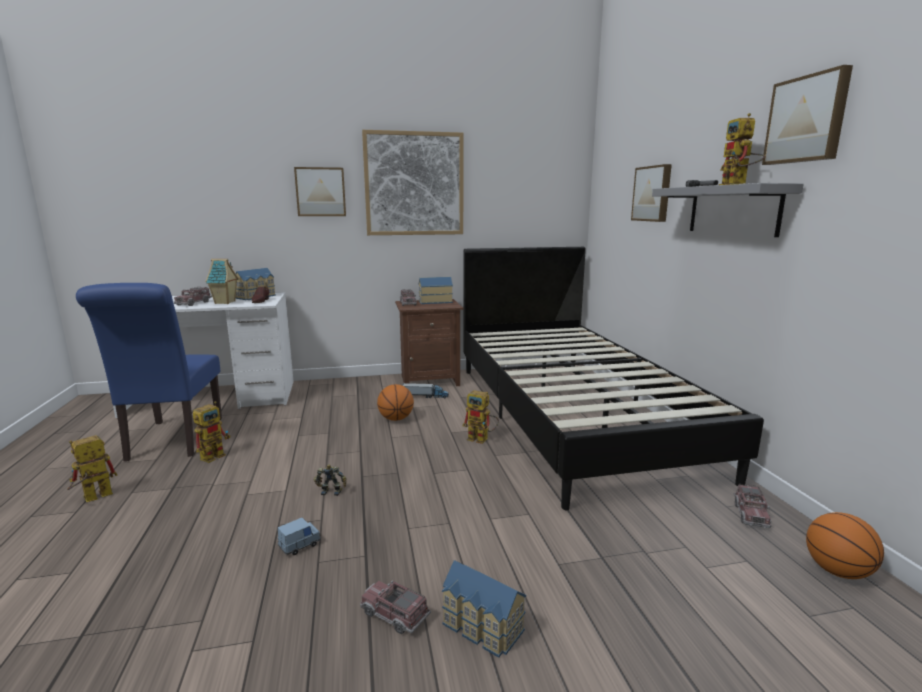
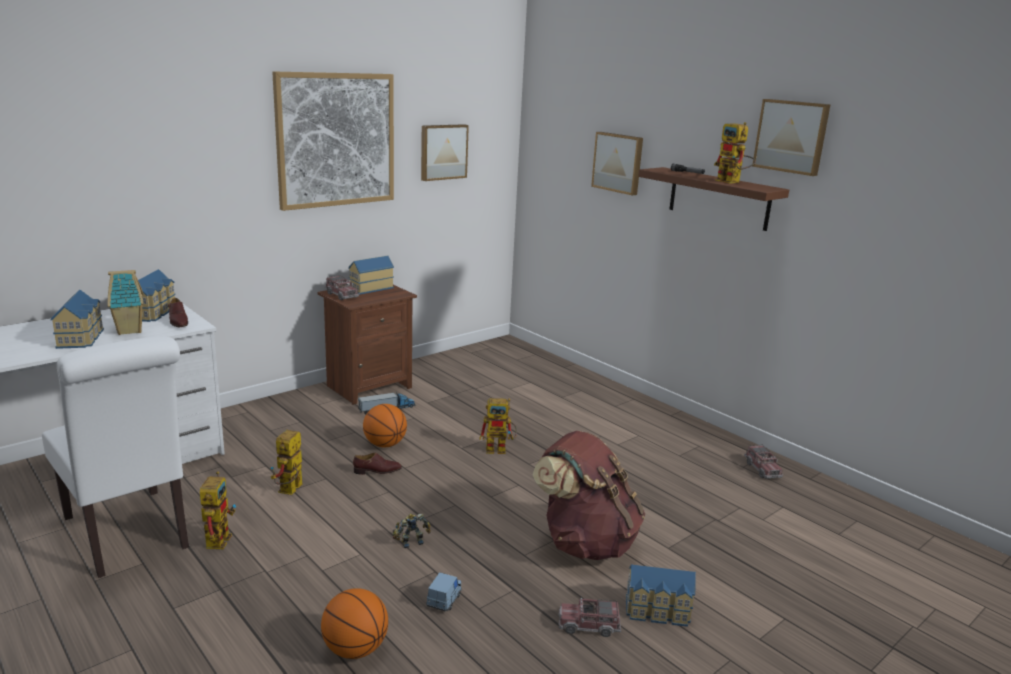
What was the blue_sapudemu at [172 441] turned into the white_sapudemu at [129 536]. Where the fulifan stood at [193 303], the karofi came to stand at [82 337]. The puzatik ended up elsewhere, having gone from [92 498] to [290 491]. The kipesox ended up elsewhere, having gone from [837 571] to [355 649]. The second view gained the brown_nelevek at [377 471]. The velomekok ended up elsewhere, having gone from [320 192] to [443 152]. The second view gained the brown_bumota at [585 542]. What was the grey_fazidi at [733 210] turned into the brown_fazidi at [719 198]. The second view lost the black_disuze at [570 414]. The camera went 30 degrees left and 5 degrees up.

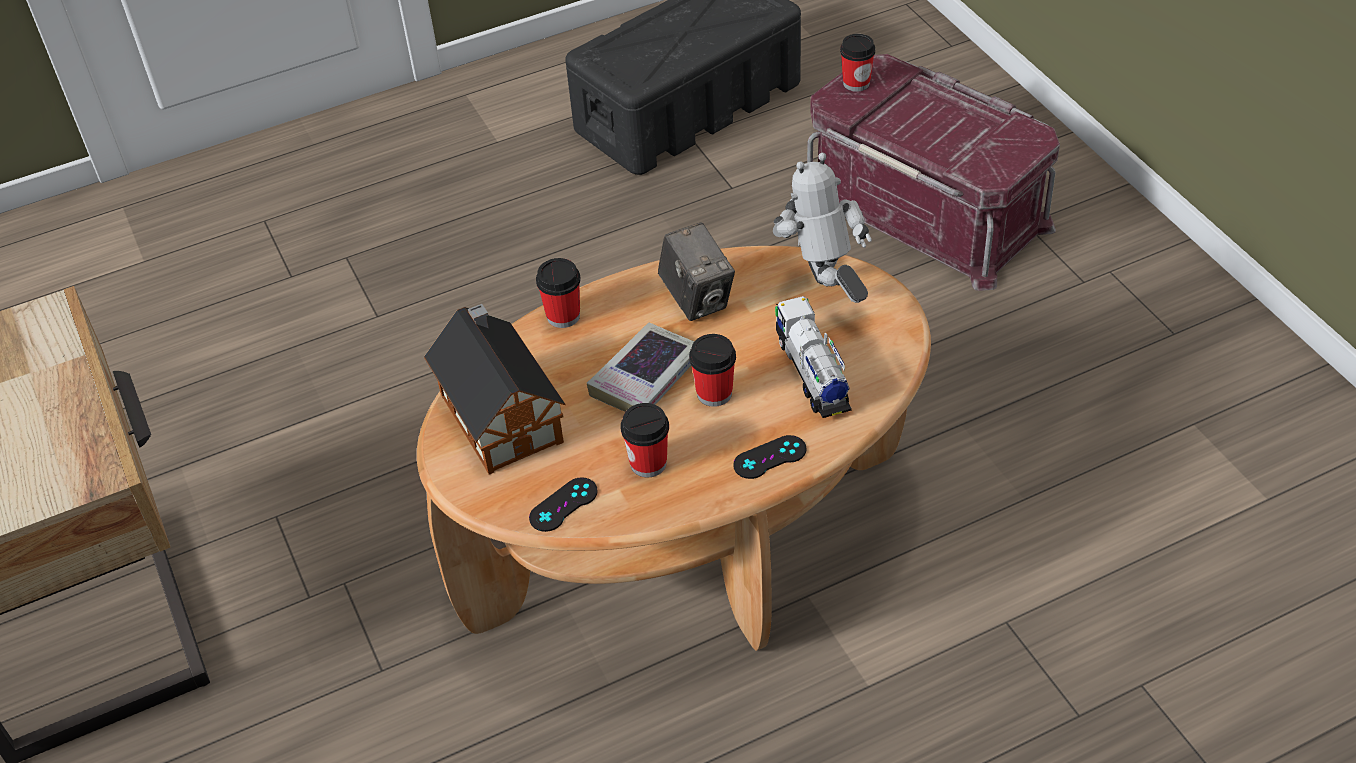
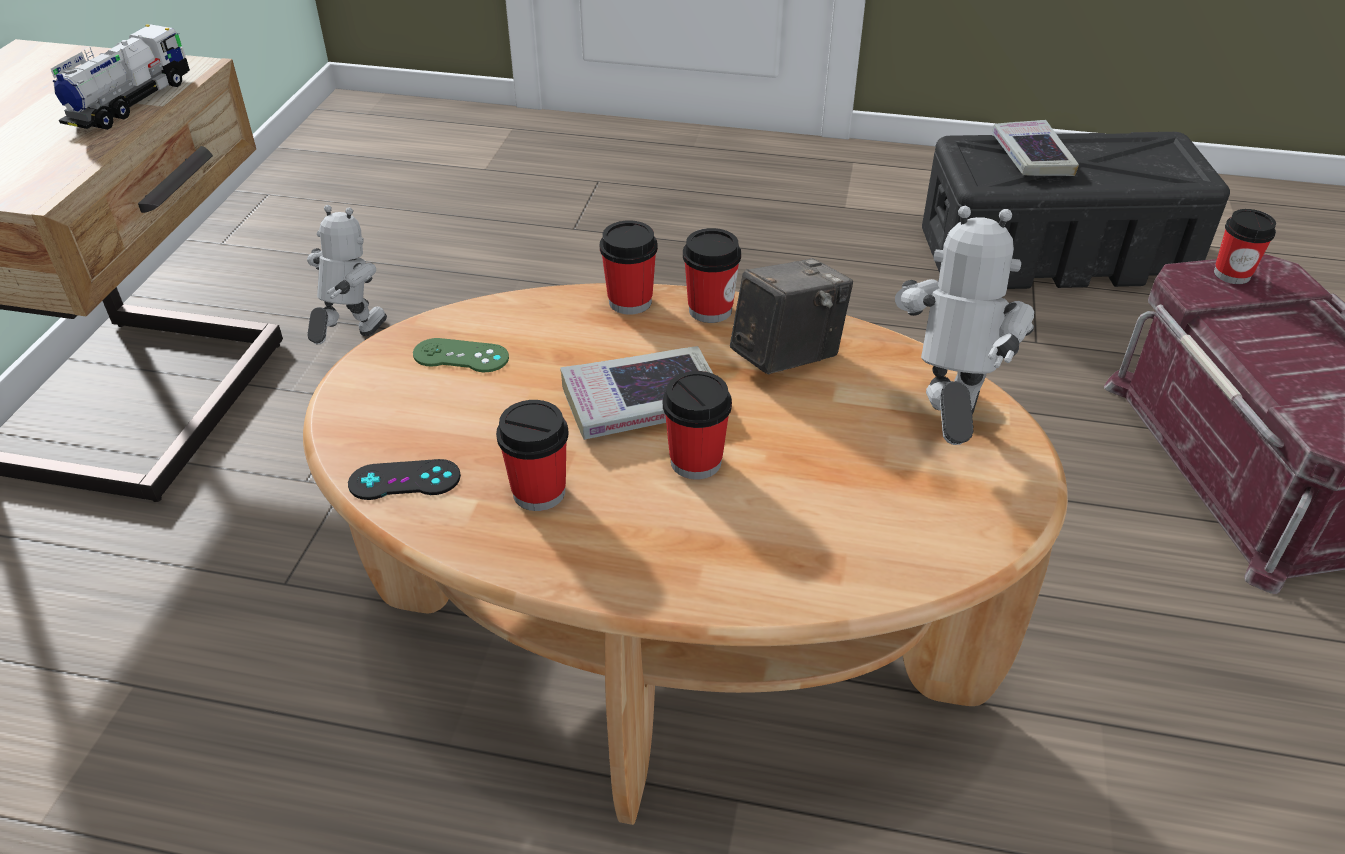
The fulifan ended up elsewhere, having gone from [812 373] to [130 103]. The second view gained the puzatik at [352 340]. Where the karofi stood at [500 413], the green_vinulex came to stand at [461 356]. The second view gained the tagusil at [710 310]. The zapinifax at [697 298] ended up facing another way, 135 degrees counterclockwise from before. The second view gained the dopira at [1031 156]. The second view lost the black_vinulex at [770 457]. The camera went 35 degrees right and 5 degrees down.

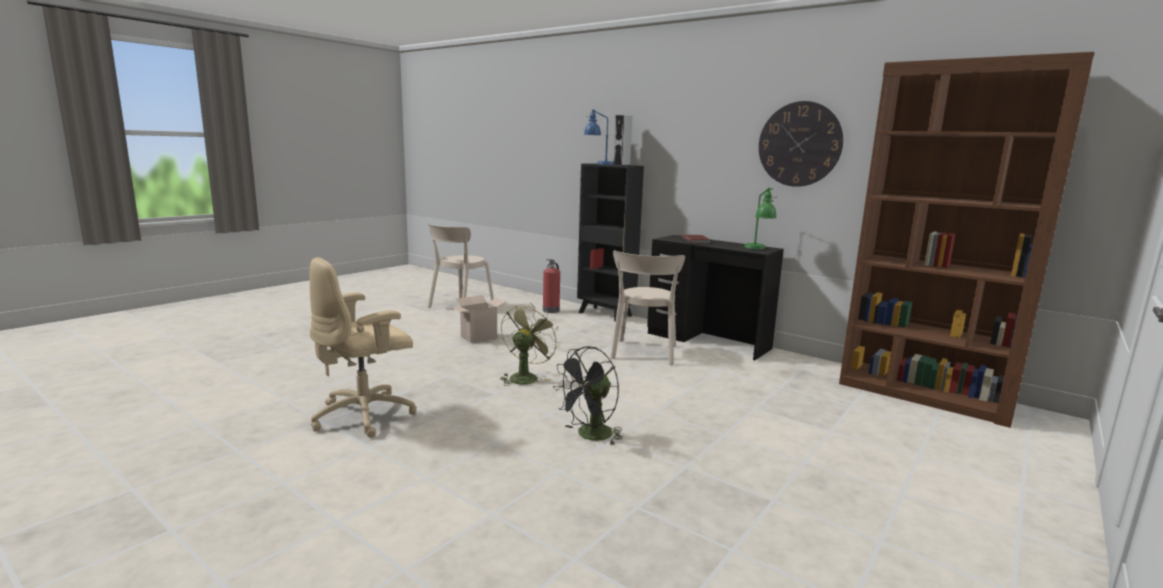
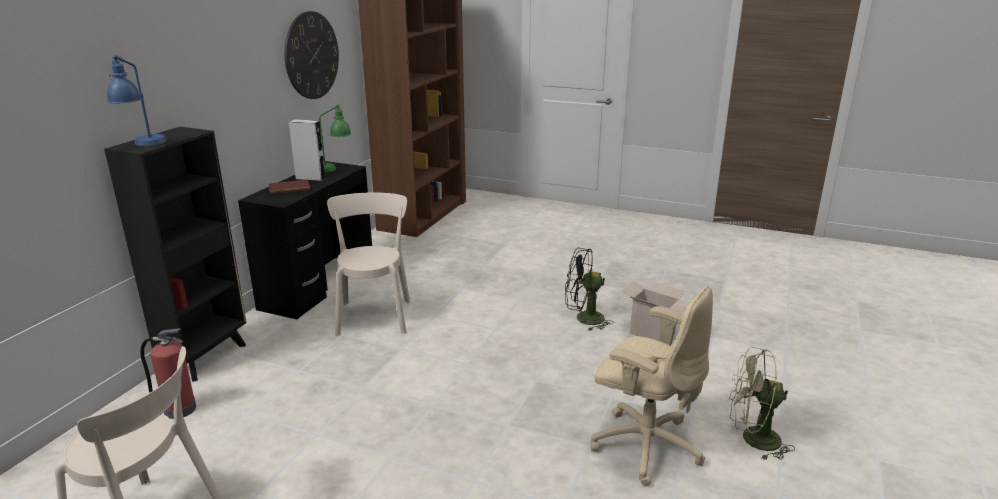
The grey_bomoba ended up elsewhere, having gone from [621 165] to [310 178]. The beige_sapudemu at [644 353] ended up facing another way, 90 degrees counterclockwise from before. The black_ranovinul at [590 436] ended up facing another way, 150 degrees clockwise from before. The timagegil ended up elsewhere, having gone from [478 337] to [654 333]. The green_ranovinul ended up elsewhere, having gone from [525 377] to [752 439]. The camera went 105 degrees left and 10 degrees up.

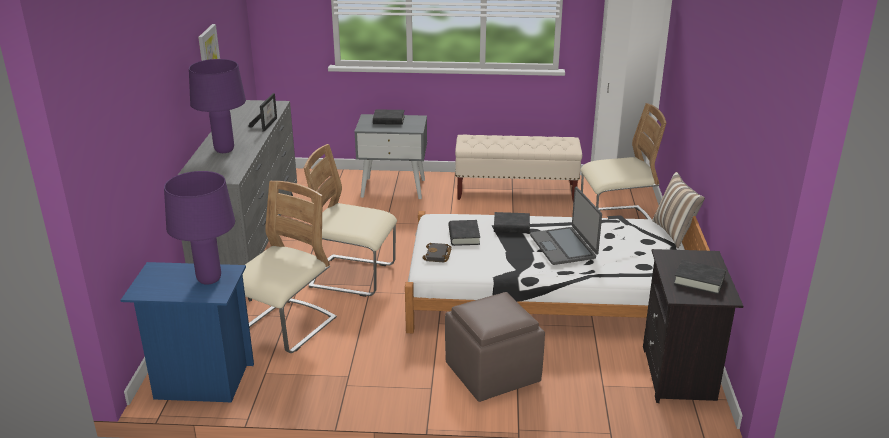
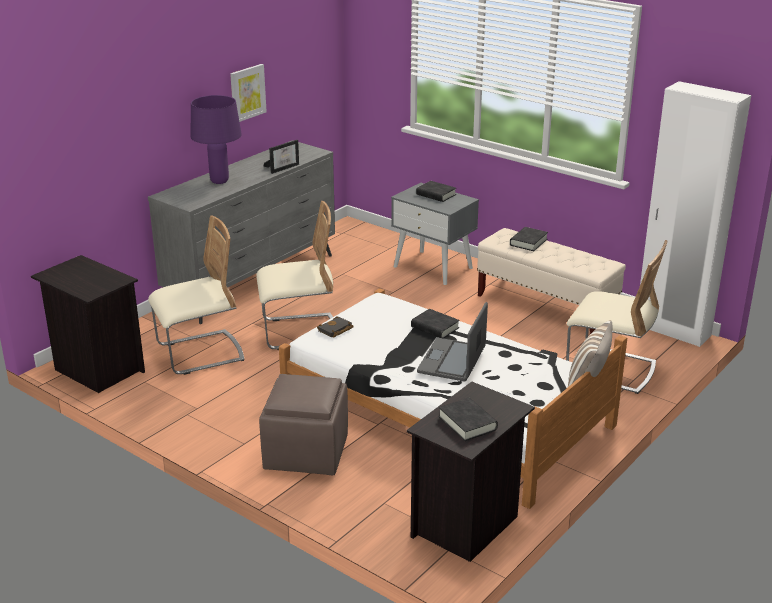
What was the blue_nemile at [200 381] turned into the black_nemile at [96 370]. The beige_sapudemu at [353 276] ended up facing another way, 120 degrees clockwise from before. The black_dopira ended up elsewhere, having gone from [464 236] to [528 242]. The second view lost the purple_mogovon at [209 279]. The camera went 35 degrees right and 0 degrees up.

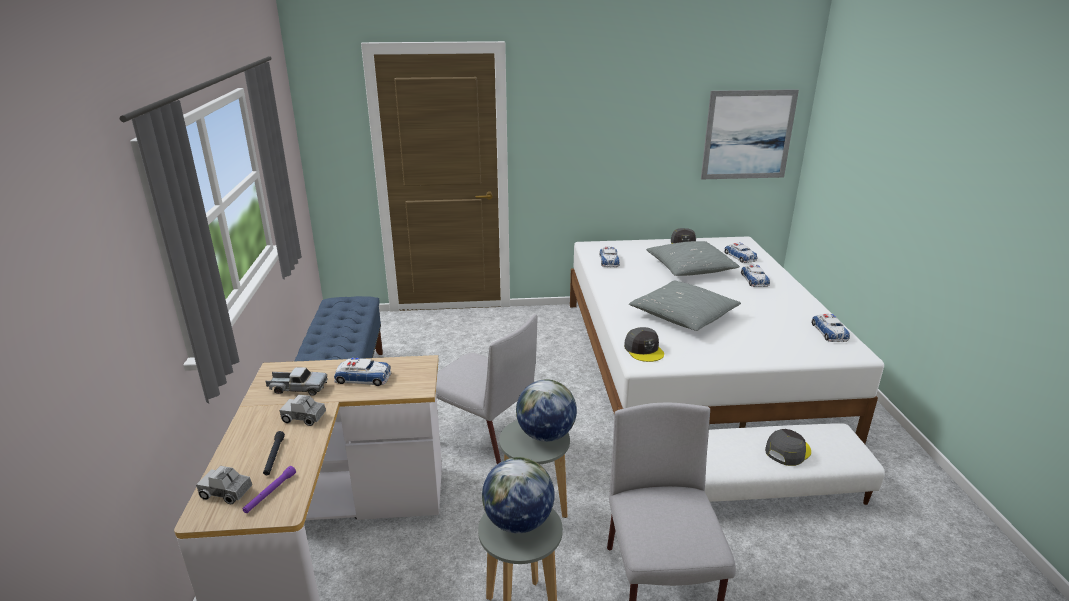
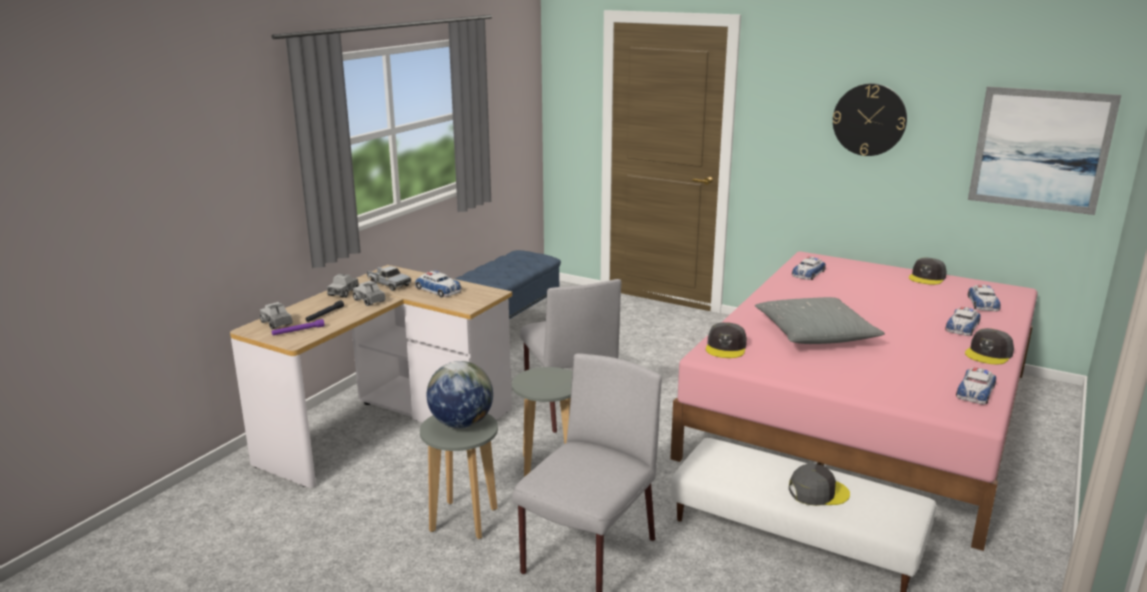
The second view gained the fulifan at [343 292]. What was the white_disuze at [692 363] turned into the pink_disuze at [863 413]. The second view gained the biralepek at [869 119]. The second view gained the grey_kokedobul at [989 354]. The second view lost the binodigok at [545 435]. The second view lost the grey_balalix at [690 268]. The camera went 35 degrees right and 5 degrees down.

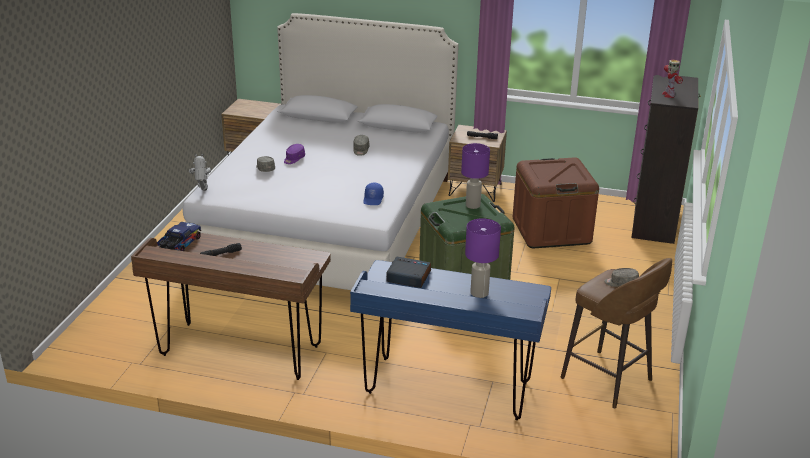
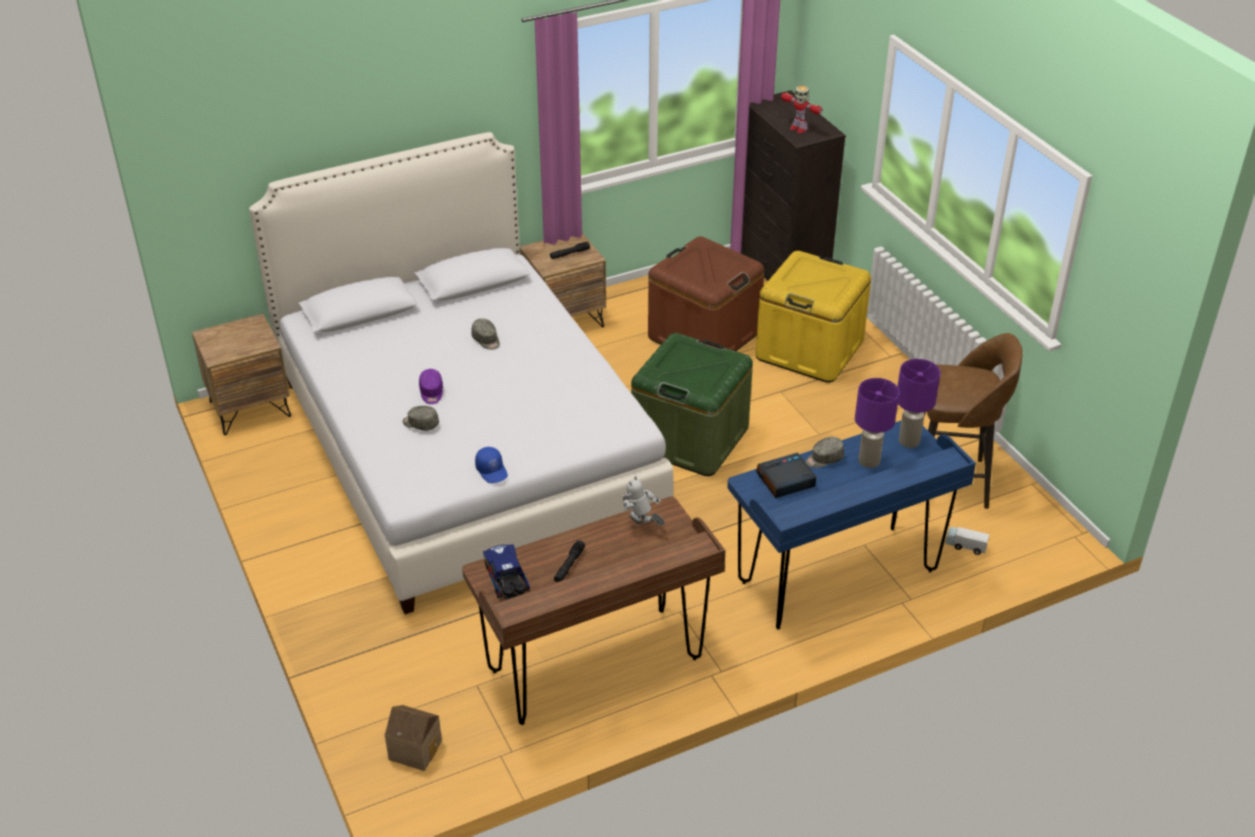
The second view gained the karofi at [416 748]. The blue_kokedobul ended up elsewhere, having gone from [373 199] to [492 470]. The puzatik ended up elsewhere, having gone from [202 192] to [642 526]. The second view gained the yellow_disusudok at [809 350]. The grey_kokedobul ended up elsewhere, having gone from [621 284] to [824 459]. The purple_mogovon ended up elsewhere, having gone from [473 205] to [909 441]. The second view gained the fulifan at [965 546]. The camera went 40 degrees left and 10 degrees up.

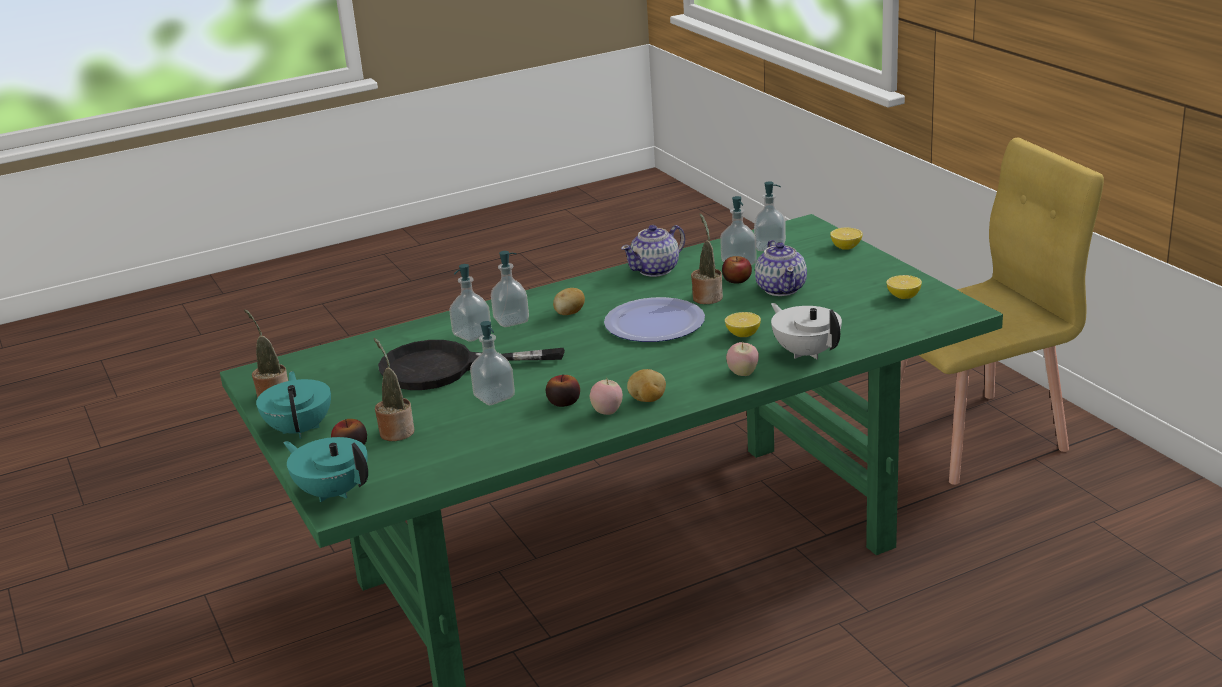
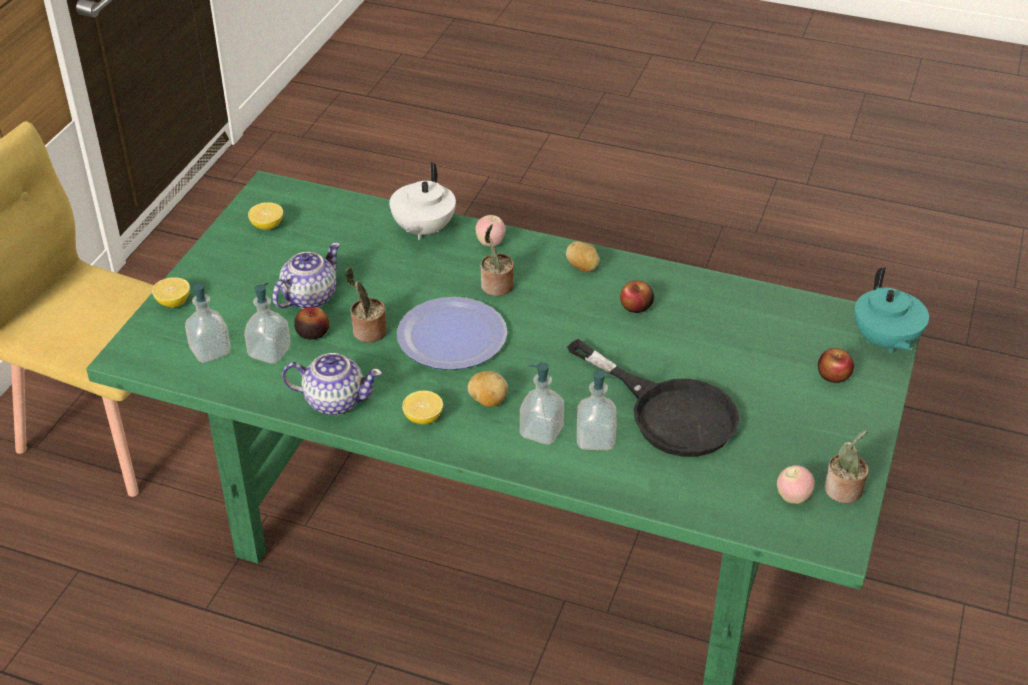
The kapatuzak ended up elsewhere, having gone from [743 335] to [423 418]. The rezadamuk ended up elsewhere, having gone from [396 431] to [496 287]. The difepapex ended up elsewhere, having gone from [607 412] to [793 497]. The second view lost the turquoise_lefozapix at [300 429]. The second view lost the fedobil at [494 397]. The camera went 135 degrees left and 15 degrees up.

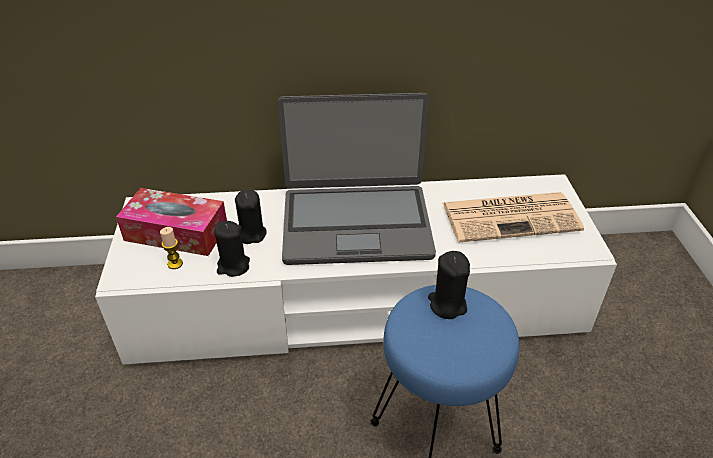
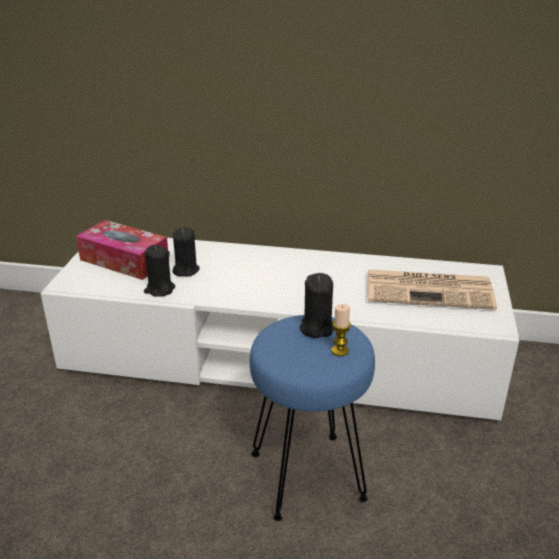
The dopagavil ended up elsewhere, having gone from [175 264] to [340 351]. The second view lost the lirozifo at [356 224]. The camera went 15 degrees right and 10 degrees down.

